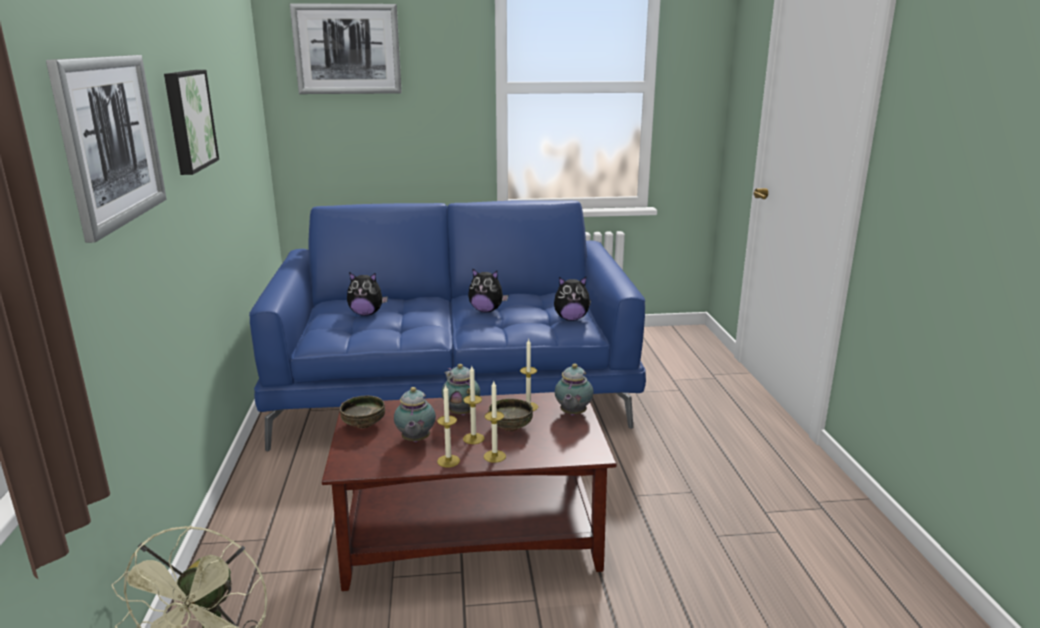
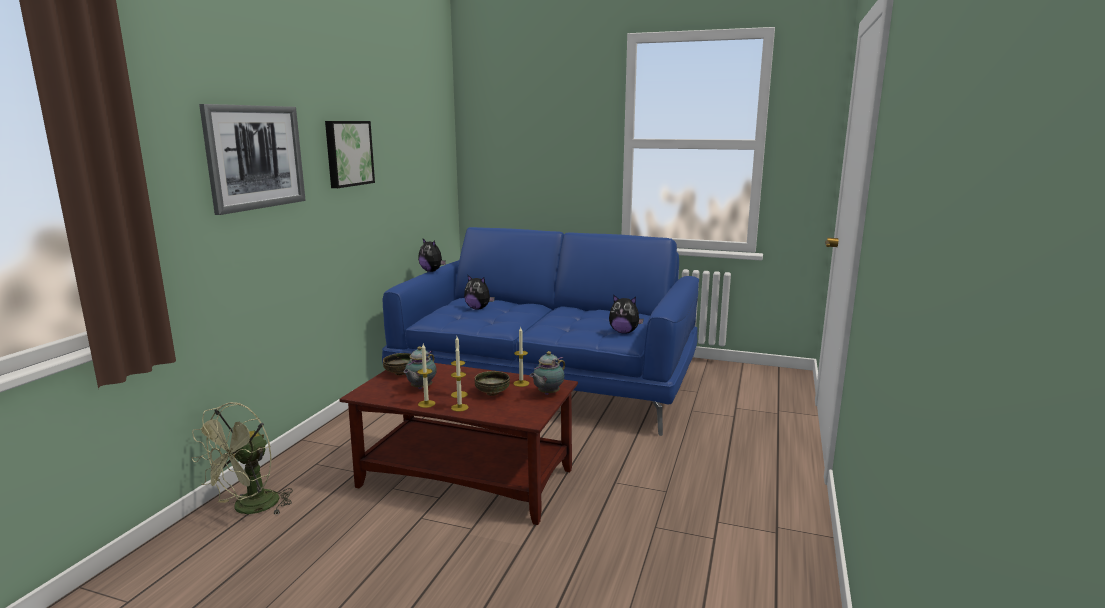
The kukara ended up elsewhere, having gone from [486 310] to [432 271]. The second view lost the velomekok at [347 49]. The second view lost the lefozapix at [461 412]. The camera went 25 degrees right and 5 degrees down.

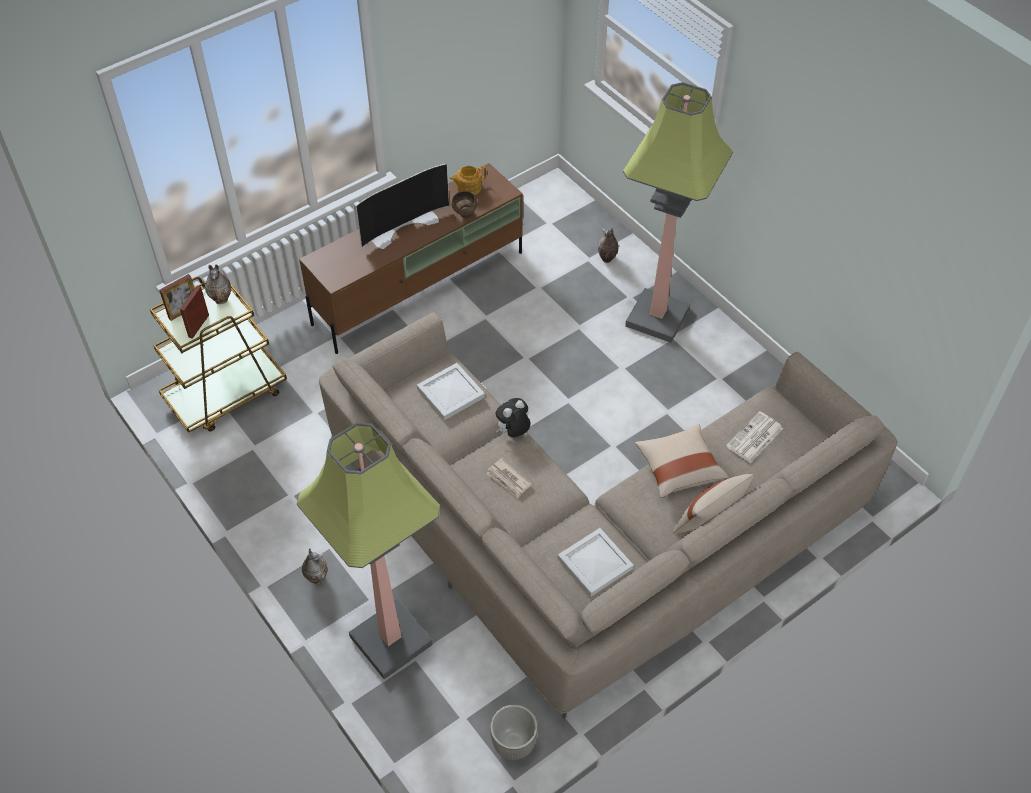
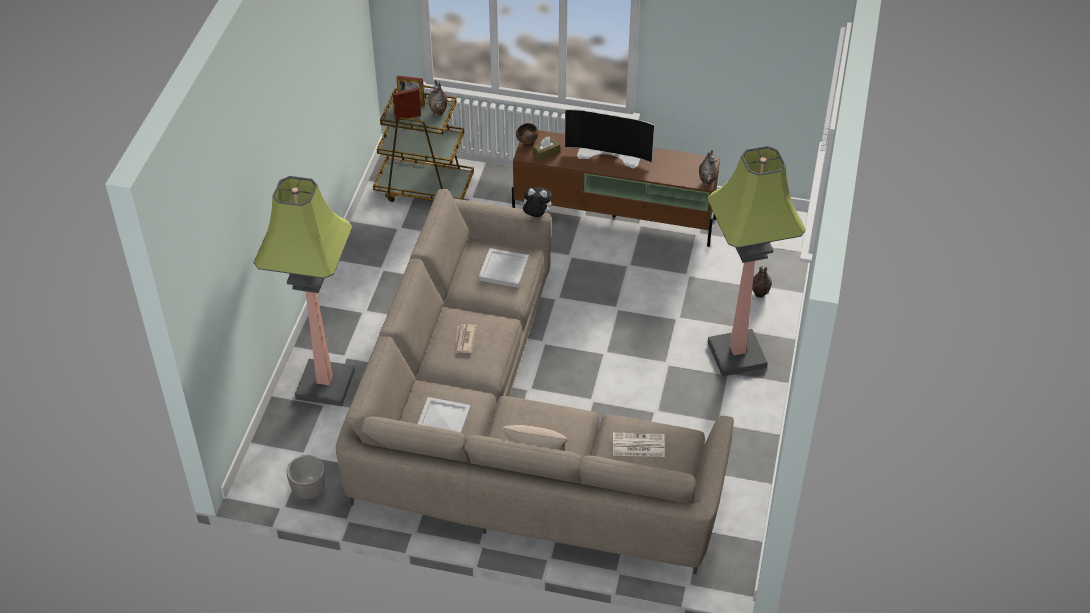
The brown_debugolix ended up elsewhere, having gone from [465 214] to [527 144]. The kukara ended up elsewhere, having gone from [513 432] to [536 215]. The second view gained the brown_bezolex at [546 153]. The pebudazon ended up elsewhere, having gone from [316 577] to [707 181]. The second view lost the lefozapix at [468 187]. The second view lost the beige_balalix at [679 468]. The camera went 50 degrees right and 5 degrees down.

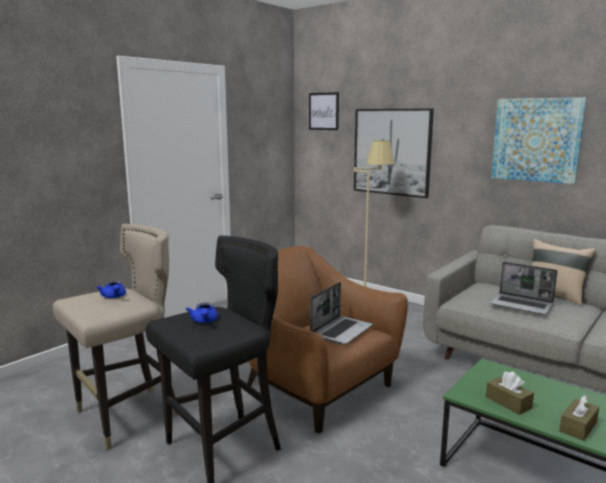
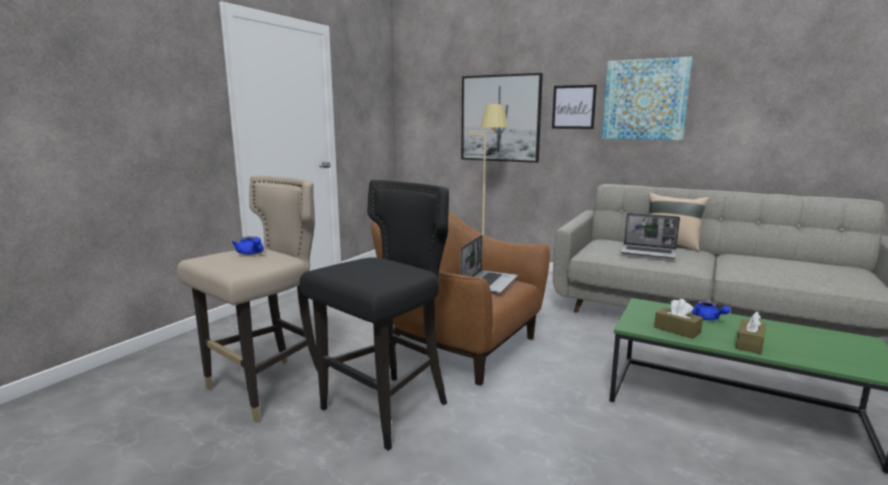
The velomekok ended up elsewhere, having gone from [323 111] to [573 107]. The blue_lefozapix ended up elsewhere, having gone from [204 321] to [708 319]. The camera went 10 degrees left and 0 degrees up.

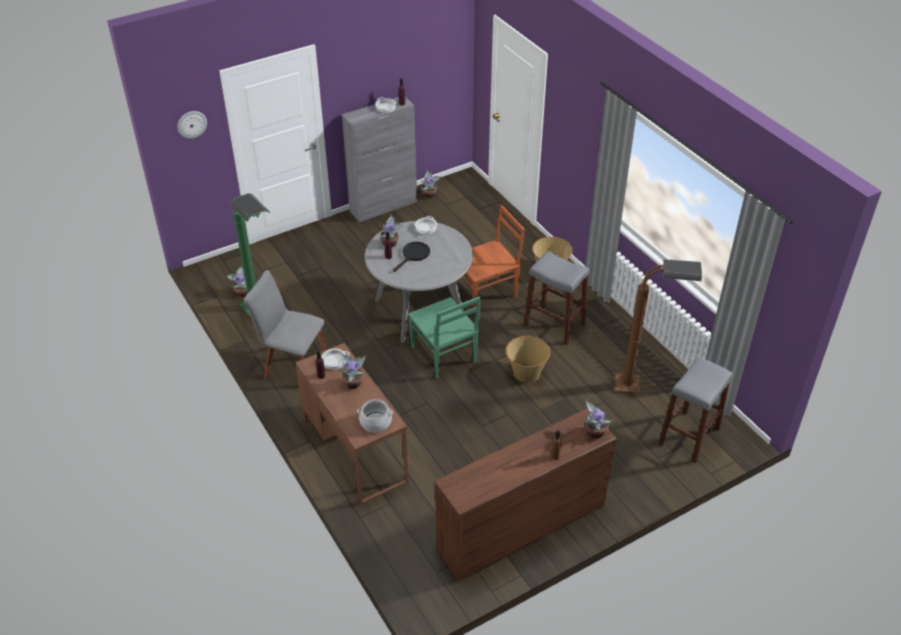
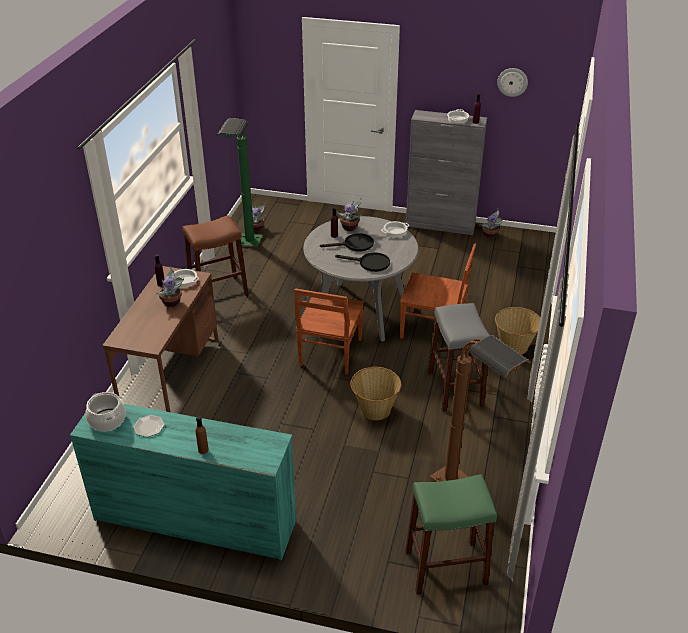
What was the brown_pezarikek at [520 527] turned into the turquoise_pezarikek at [195 519]. The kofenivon ended up elsewhere, having gone from [375 422] to [107 420]. The second view gained the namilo at [149 427]. Where the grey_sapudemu stood at [293 365], the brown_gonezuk came to stand at [218 292]. What was the green_sapudemu at [444 355] turned into the brown_sapudemu at [330 353]. The second view gained the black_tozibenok at [370 263]. What was the grey_gonezuk at [689 436] turned into the green_gonezuk at [445 567]. The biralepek ended up elsewhere, having gone from [191 124] to [512 82]. The second view lost the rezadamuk at [594 432]. The camera went 45 degrees right and 5 degrees down.

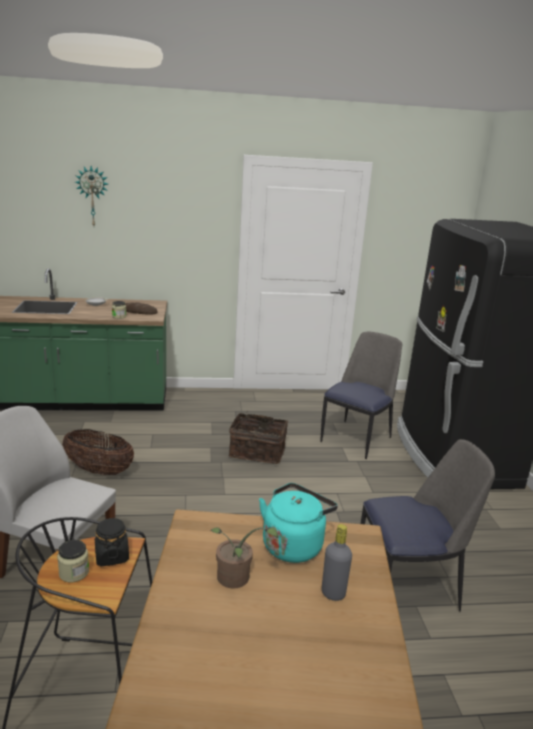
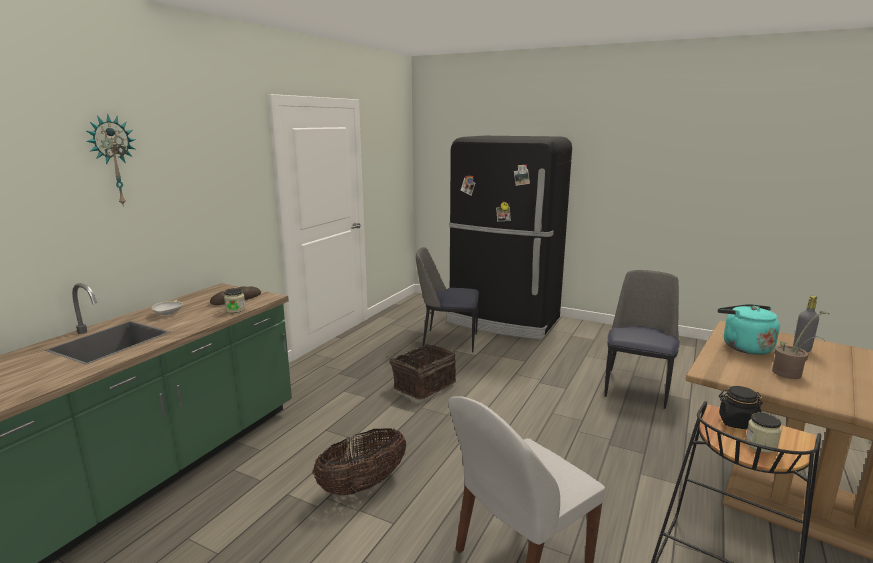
The sapudemu at [356 438] ended up facing another way, 60 degrees counterclockwise from before. The camera went 55 degrees left and 5 degrees down.

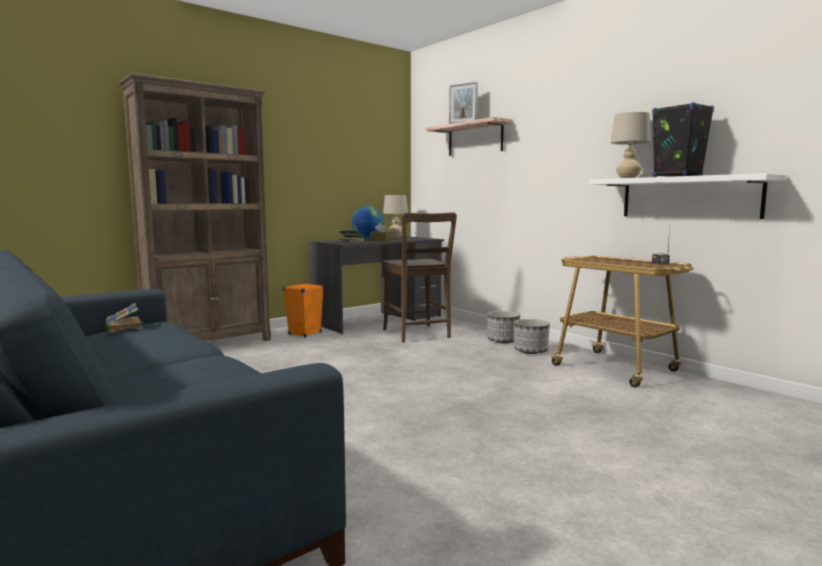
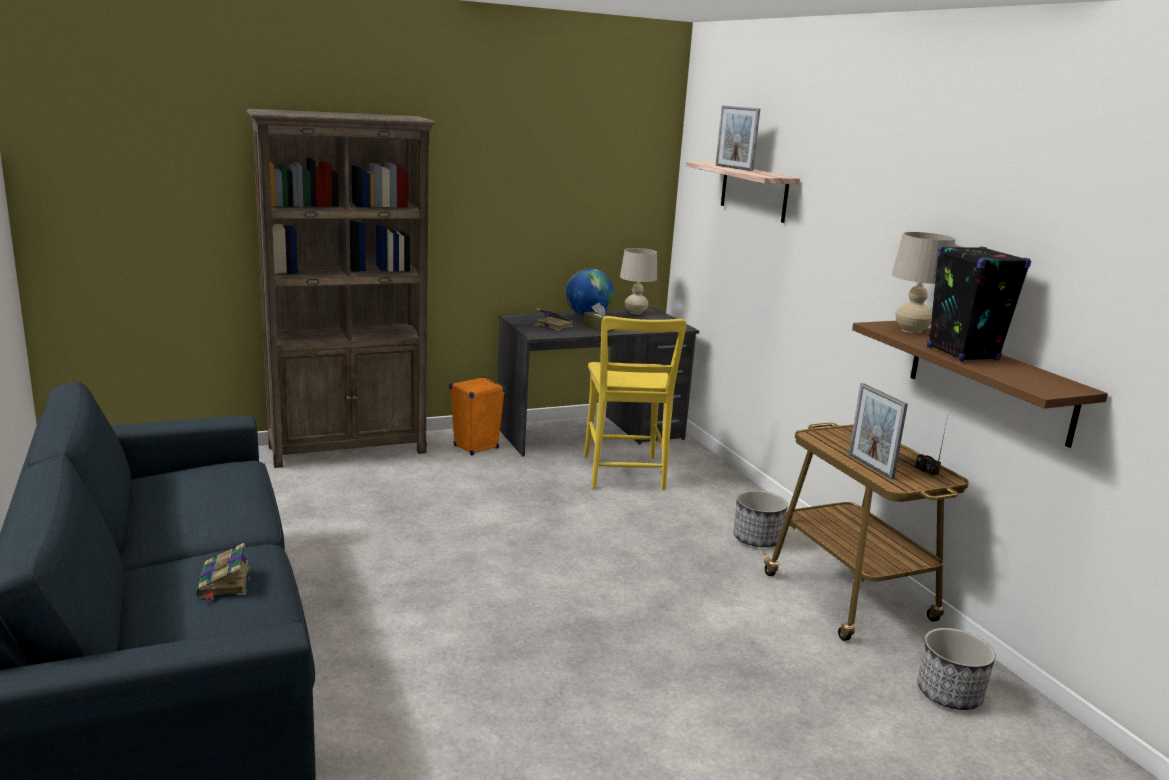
The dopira ended up elsewhere, having gone from [124 327] to [224 584]. What was the brown_sapudemu at [417 334] turned into the yellow_sapudemu at [624 475]. The second view gained the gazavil at [870 466]. What was the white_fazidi at [689 197] turned into the brown_fazidi at [989 380]. The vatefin ended up elsewhere, having gone from [502 341] to [948 694]. The camera went 15 degrees right and 10 degrees up.

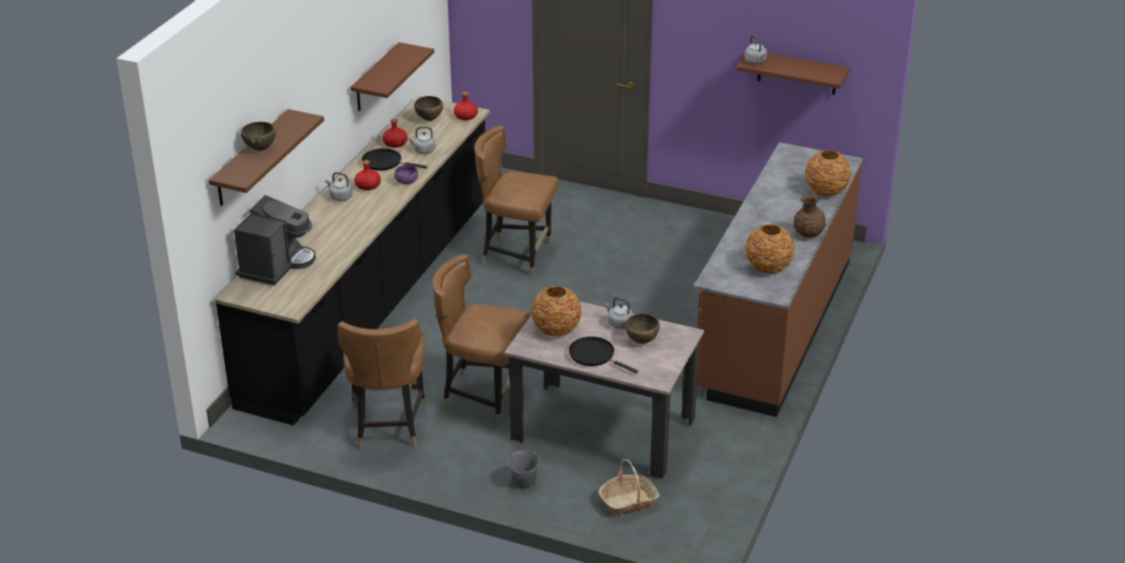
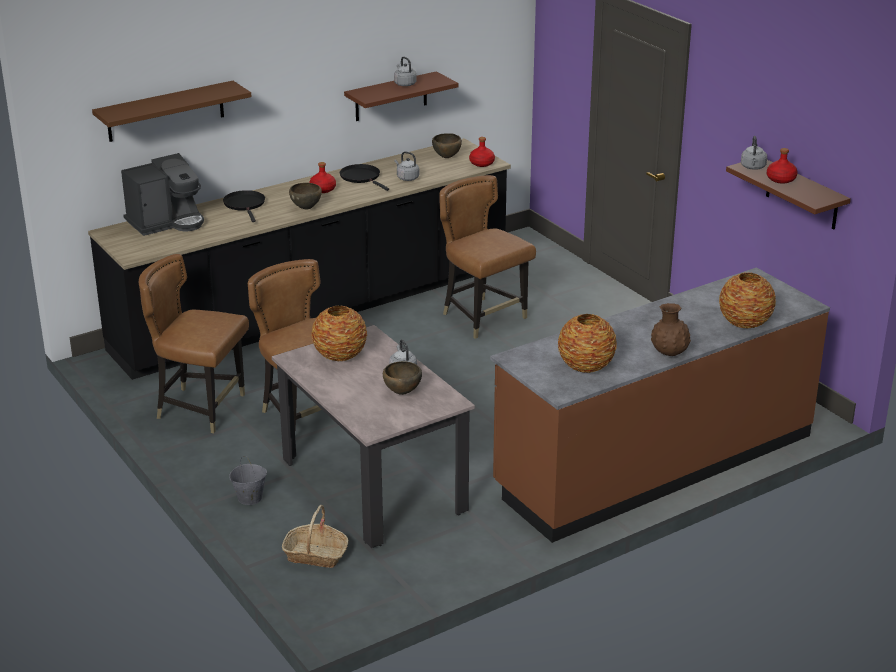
The brown_sapudemu at [387 426] ended up facing another way, 75 degrees clockwise from before. The black_tozibenok ended up elsewhere, having gone from [594 355] to [245 205]. The brown_debugolix ended up elsewhere, having gone from [260 149] to [306 208]. The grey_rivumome ended up elsewhere, having gone from [340 197] to [404 84]. The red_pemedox ended up elsewhere, having gone from [395 143] to [780 179]. The second view lost the purple_debugolix at [406 182]. The camera went 35 degrees right and 5 degrees down.

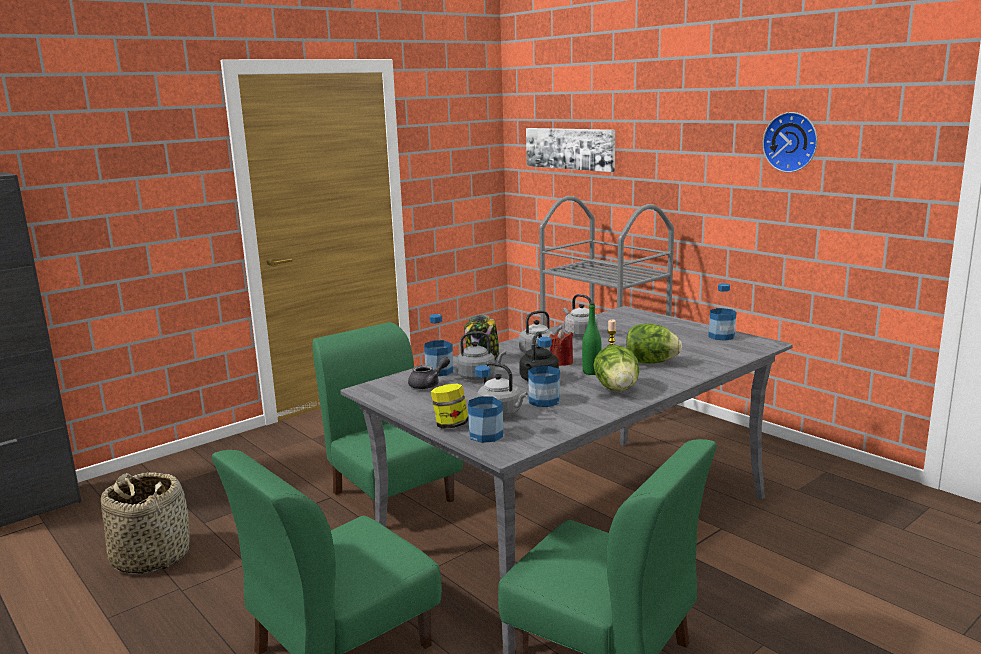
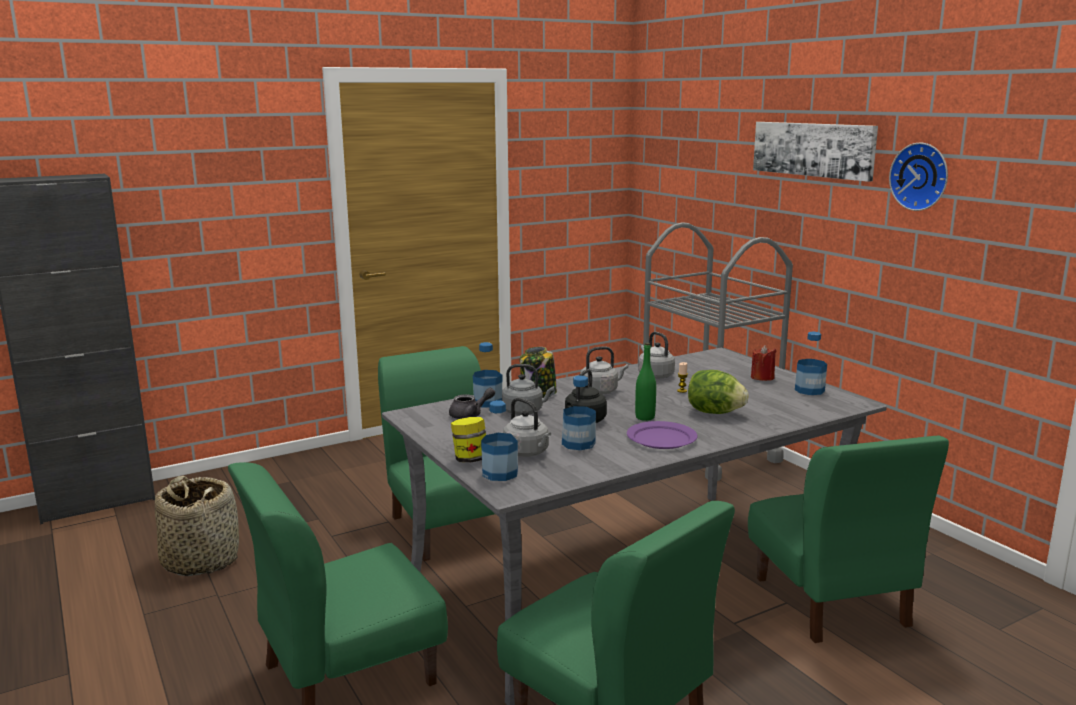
Where the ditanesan stood at [617 389], the purple_namilo came to stand at [662 438]. The second view gained the green_sapudemu at [830 602]. The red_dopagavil ended up elsewhere, having gone from [561 362] to [762 377]. The velomekok ended up elsewhere, having gone from [570 148] to [813 149]. The camera went 10 degrees right and 0 degrees up.

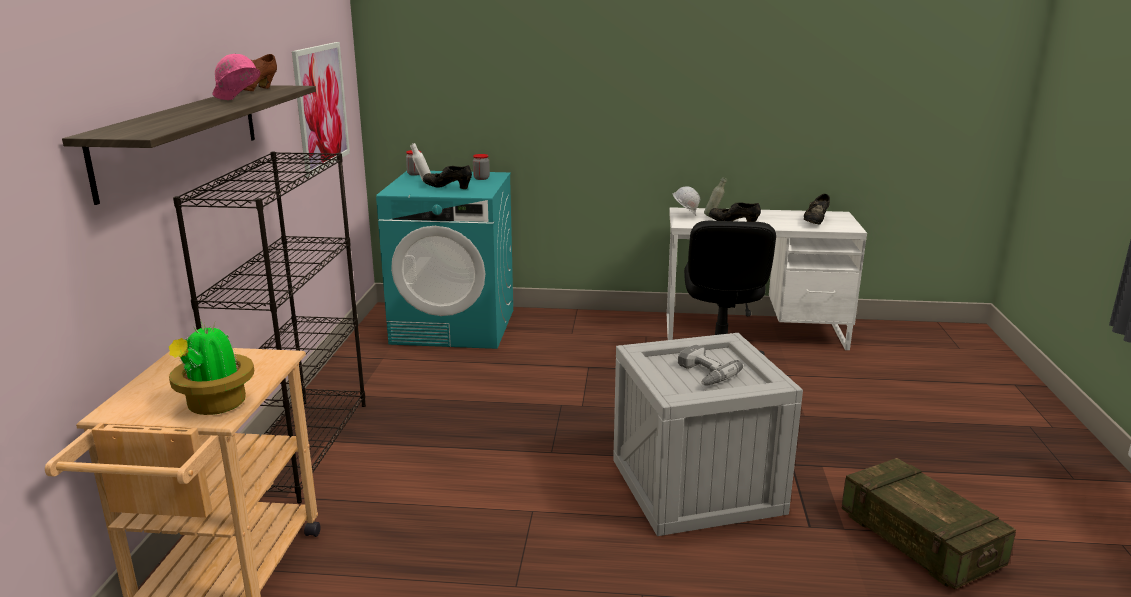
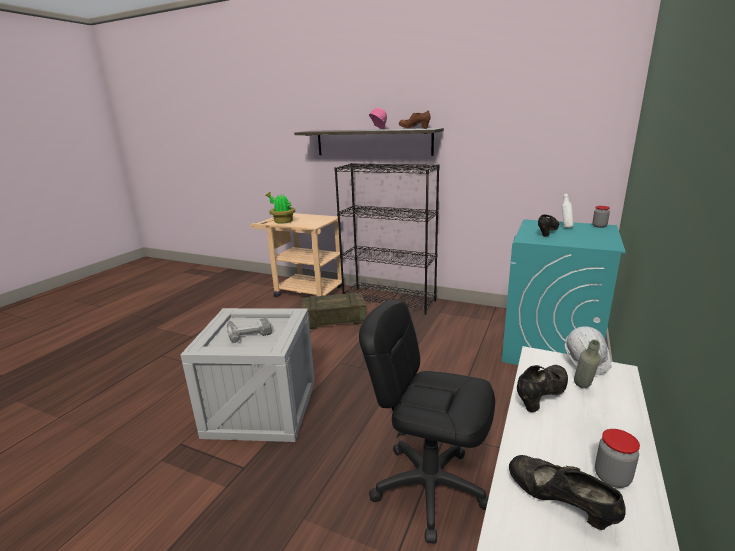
The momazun ended up elsewhere, having gone from [919 541] to [334 319]. The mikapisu ended up elsewhere, having gone from [481 178] to [612 477]. The second view lost the velomekok at [321 106]. The camera went 110 degrees right and 0 degrees up.

